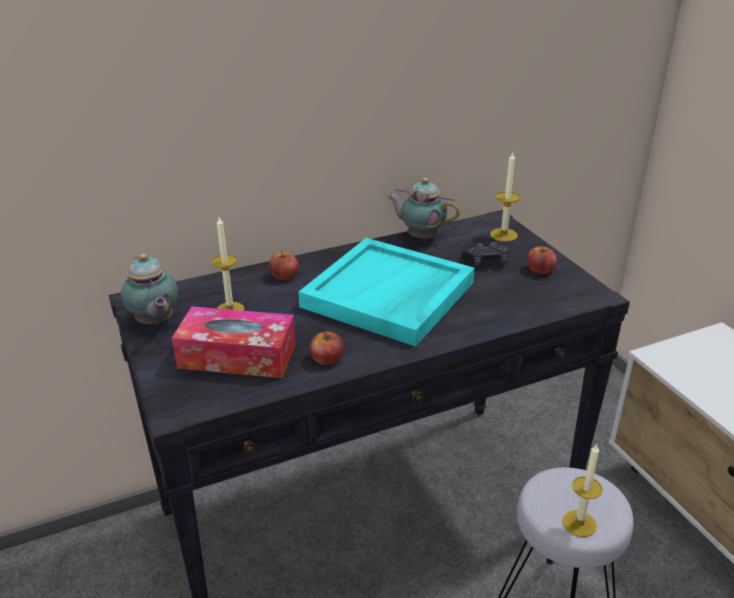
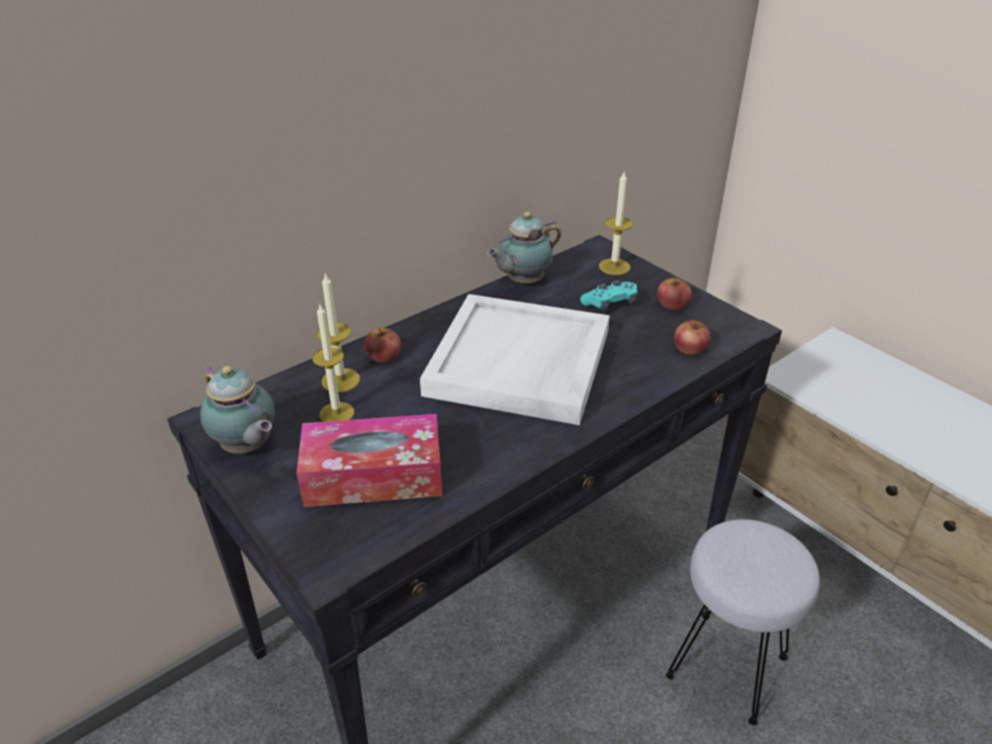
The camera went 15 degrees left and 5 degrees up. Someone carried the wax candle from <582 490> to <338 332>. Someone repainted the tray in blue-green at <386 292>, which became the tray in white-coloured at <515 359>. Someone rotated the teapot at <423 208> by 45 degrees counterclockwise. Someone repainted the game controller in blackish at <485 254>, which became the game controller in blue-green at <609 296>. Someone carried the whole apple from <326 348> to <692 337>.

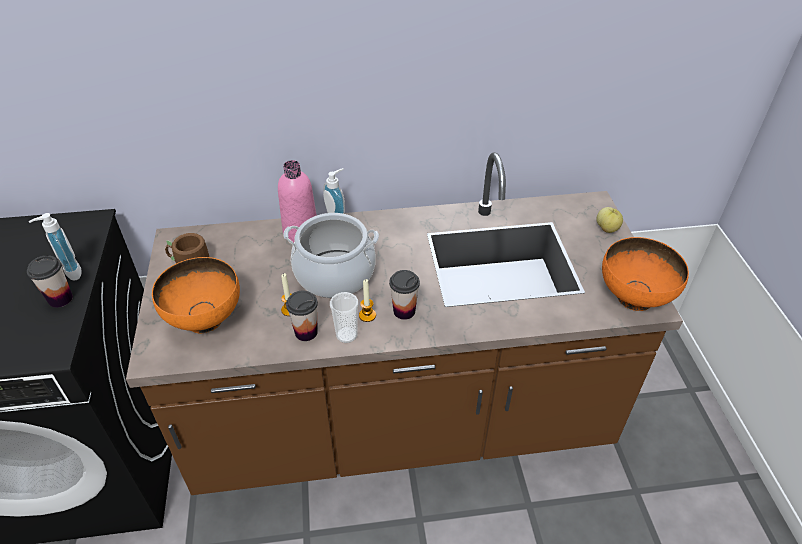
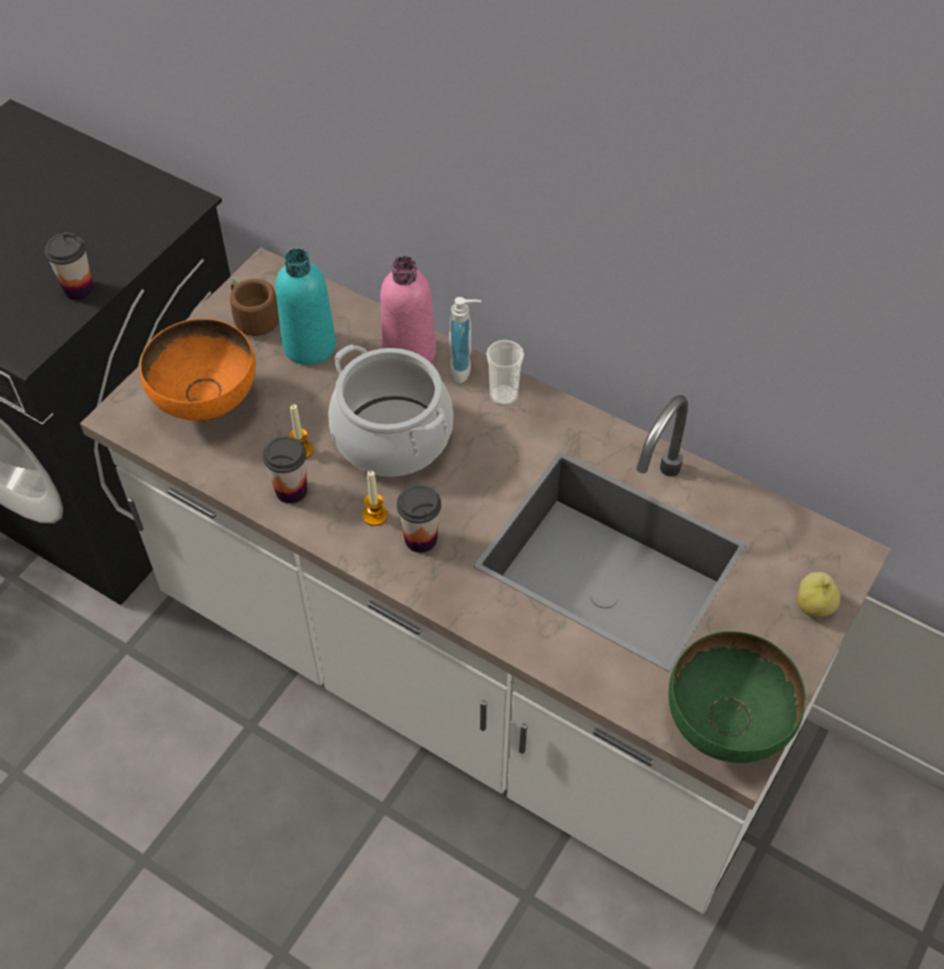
The camera went 40 degrees right and 10 degrees up. Someone repainted the counter in brown at <404 323>, which became the counter in white-coloured at <485 580>. Someone put down the drink bottle in blue-green at <306 306>. Someone carried the cup from <344 317> to <505 373>. Someone repainted the bowl in orangey at <645 274>, which became the bowl in green at <737 697>. Someone took away the soap bottle at <55 246>.

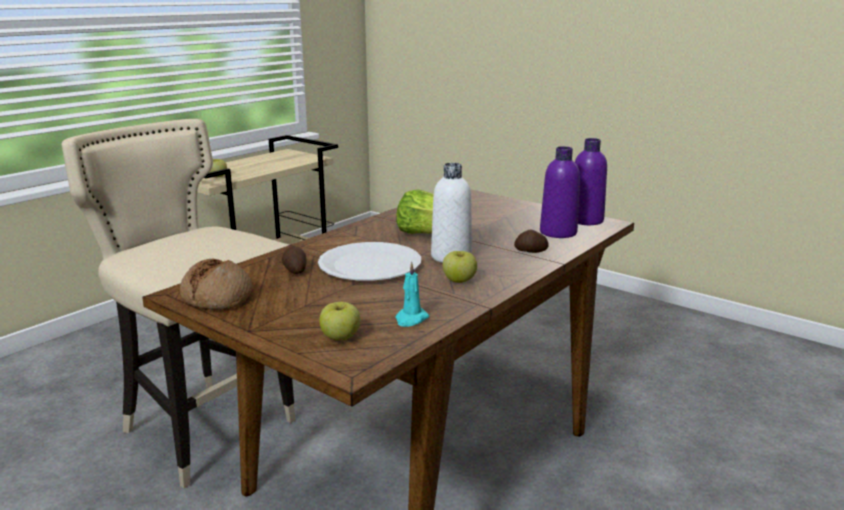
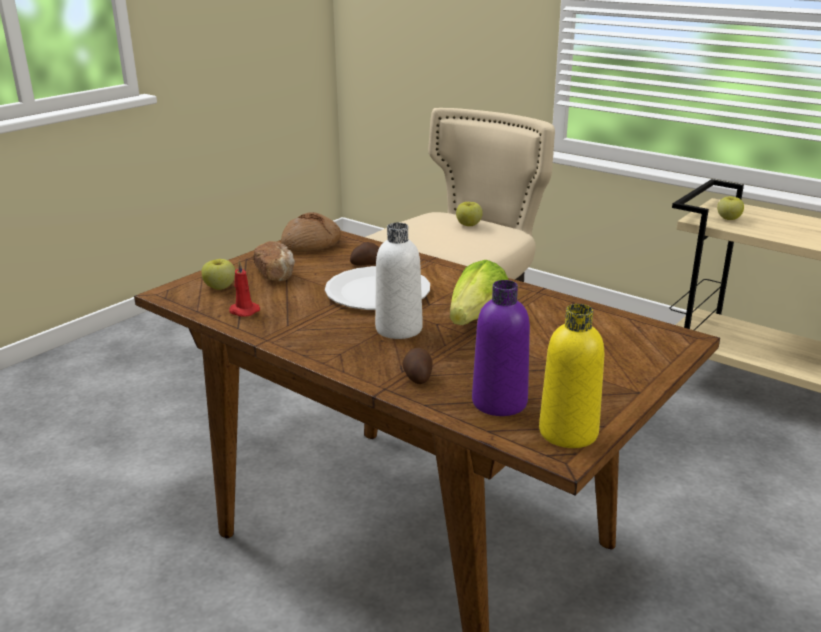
The camera went 90 degrees right and 5 degrees up. Someone repainted the wax candle in blue-green at <412 294>, which became the wax candle in red-coloured at <244 289>. Someone put down the baked bread at <274 261>. Someone carried the whole apple from <460 267> to <469 214>. Someone repainted the drink bottle in purple at <591 181>, which became the drink bottle in yellow at <571 376>.

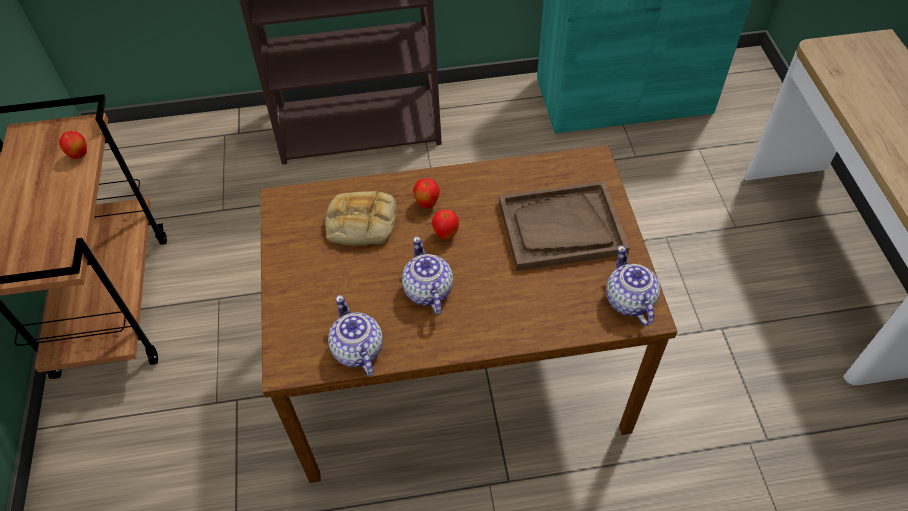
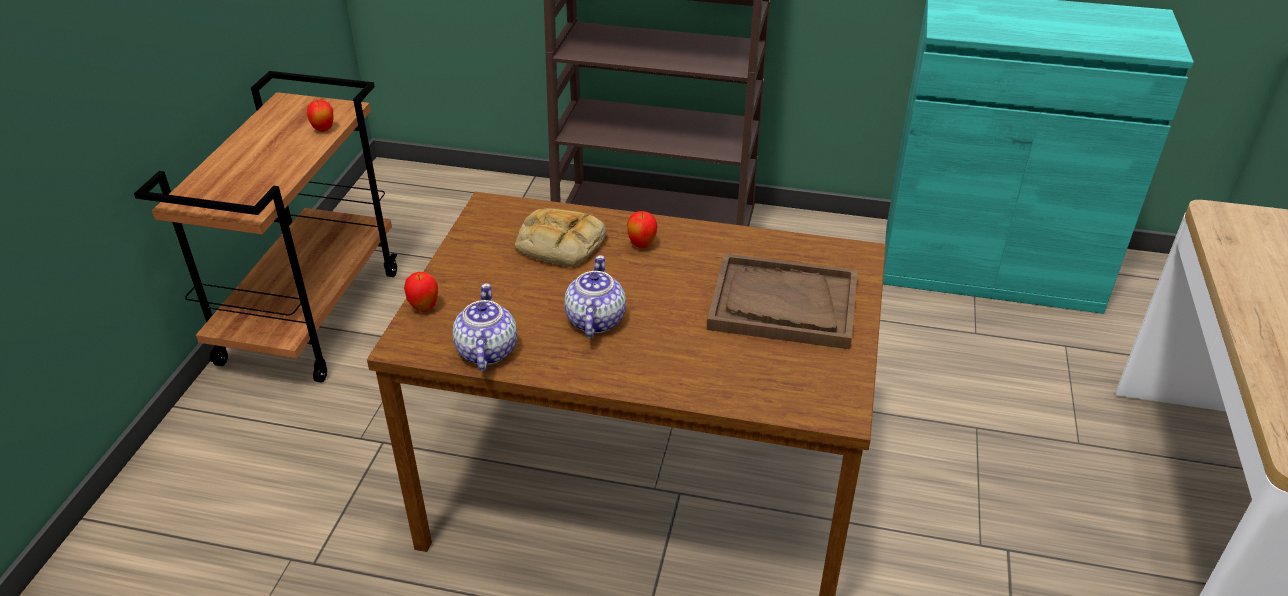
The camera went 20 degrees right and 15 degrees down. Someone carried the whole apple from <445 225> to <421 292>. Someone took away the teapot at <633 286>.

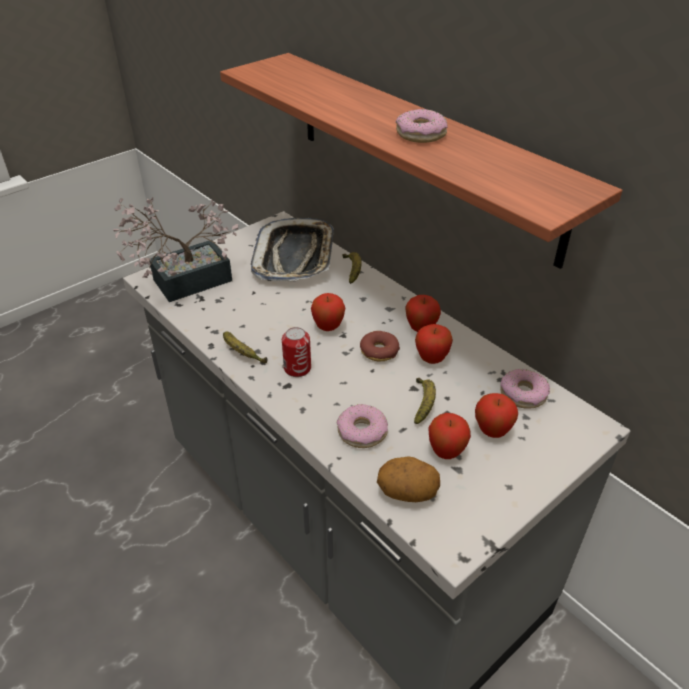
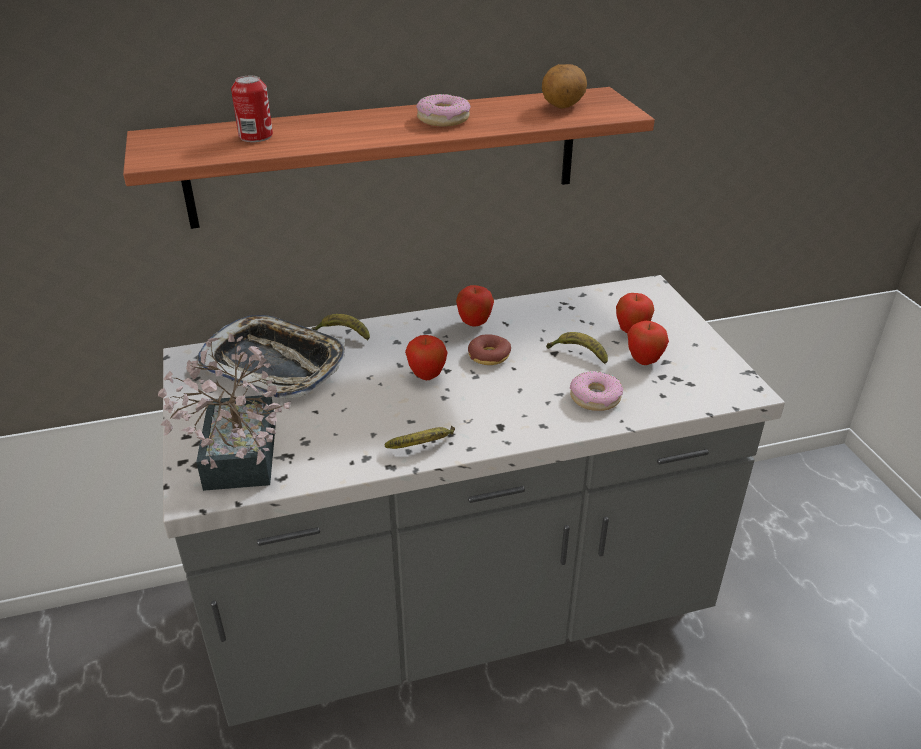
The camera went 65 degrees left and 5 degrees down. Someone carried the sealed can from <296 352> to <252 109>. Someone carried the potato from <408 479> to <564 86>. Someone took away the whole apple at <434 344>. Someone took away the doughnut at <525 389>.

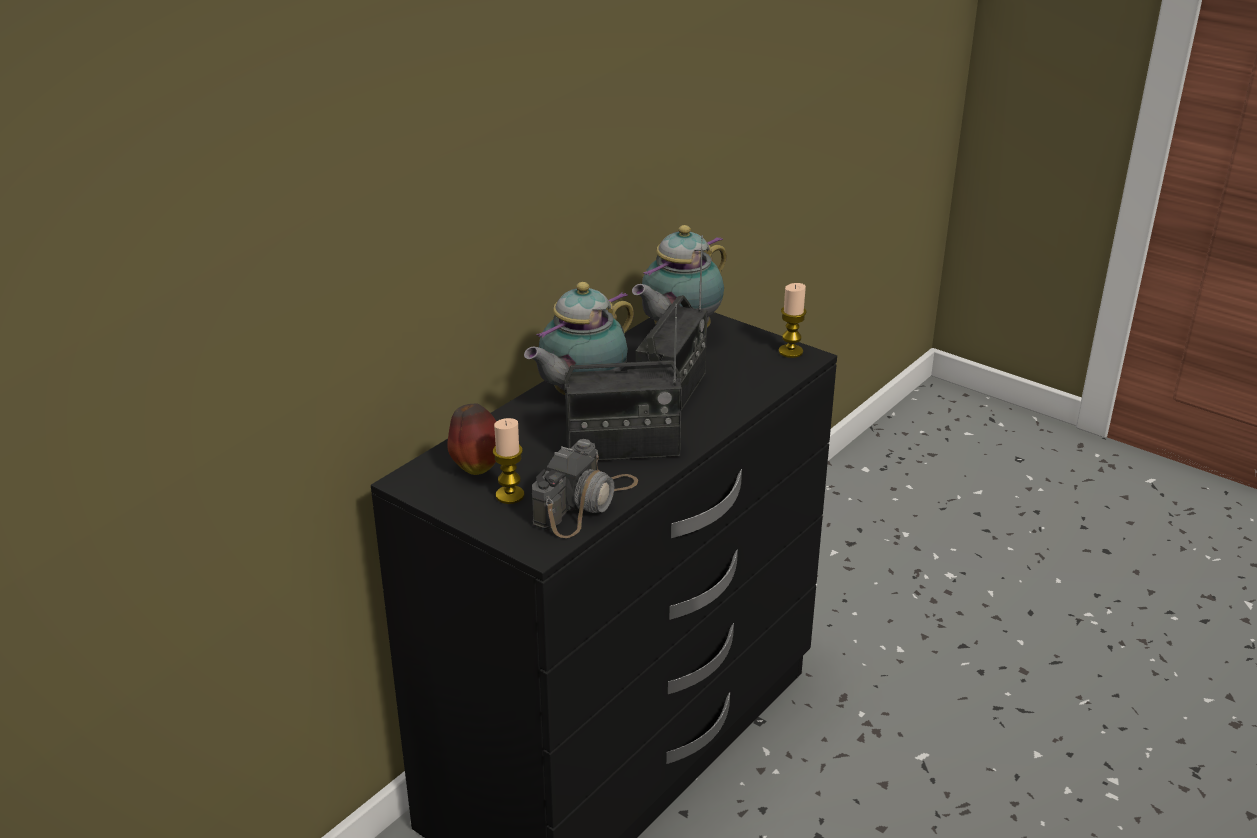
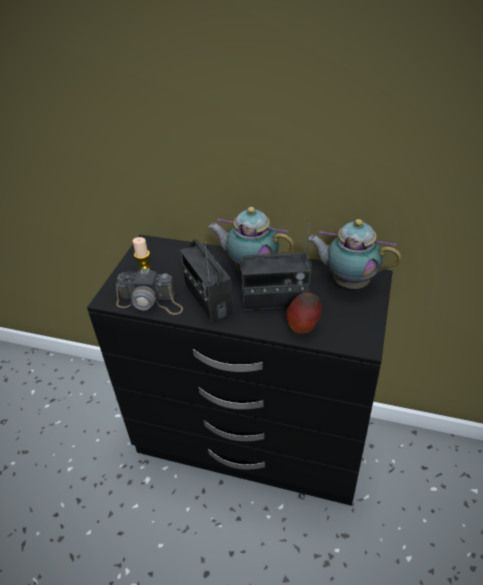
The camera went 70 degrees right and 10 degrees up. Someone carried the whole apple from <472 439> to <304 312>. Someone took away the wax candle at <793 320>.

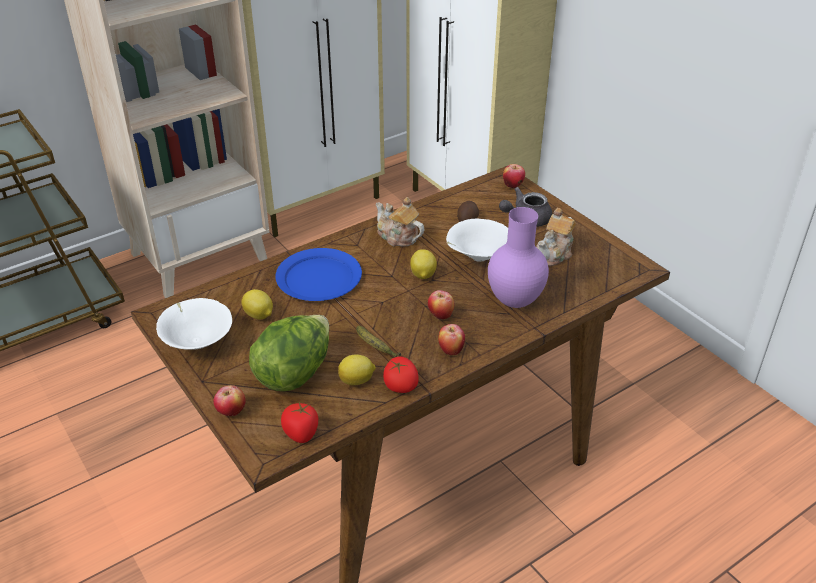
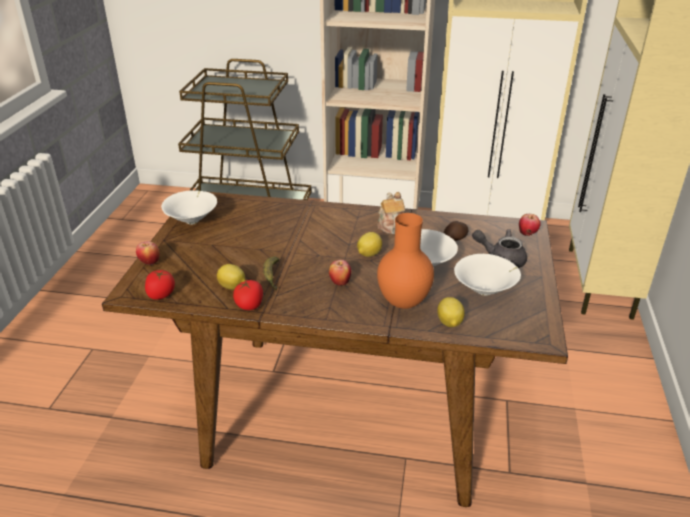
The camera went 45 degrees right and 5 degrees down. Someone repainted the vase in purple at <518 257>, which became the vase in orangey at <405 261>. Someone carried the whole lemon from <257 304> to <451 312>. Someone swapped the teapot at <556 237> for the bowl in white-coloured at <487 275>. Someone took away the lettuce at <289 353>. Someone took away the plate in blue-coloured at <319 274>. Someone took away the whole apple at <451 339>.

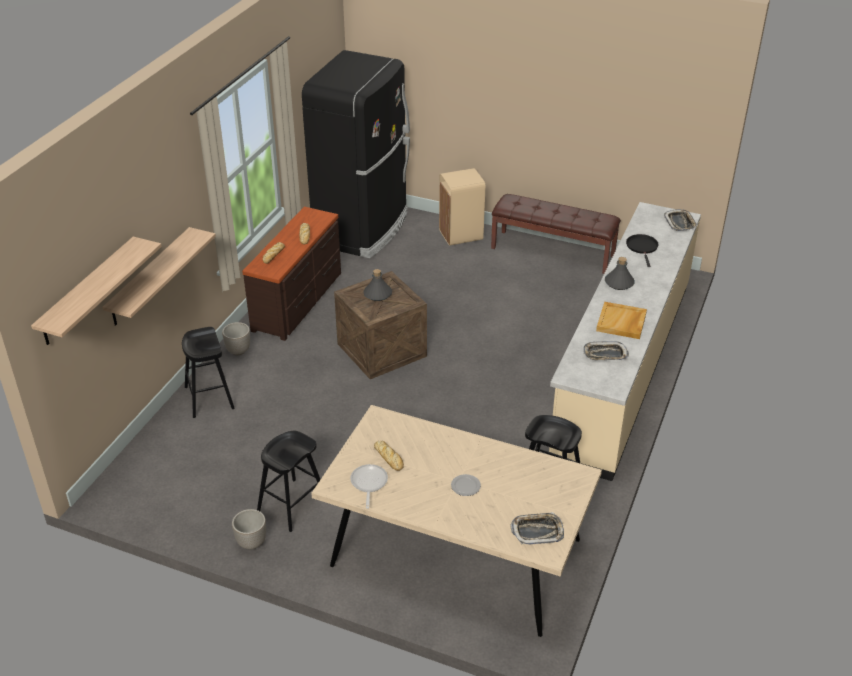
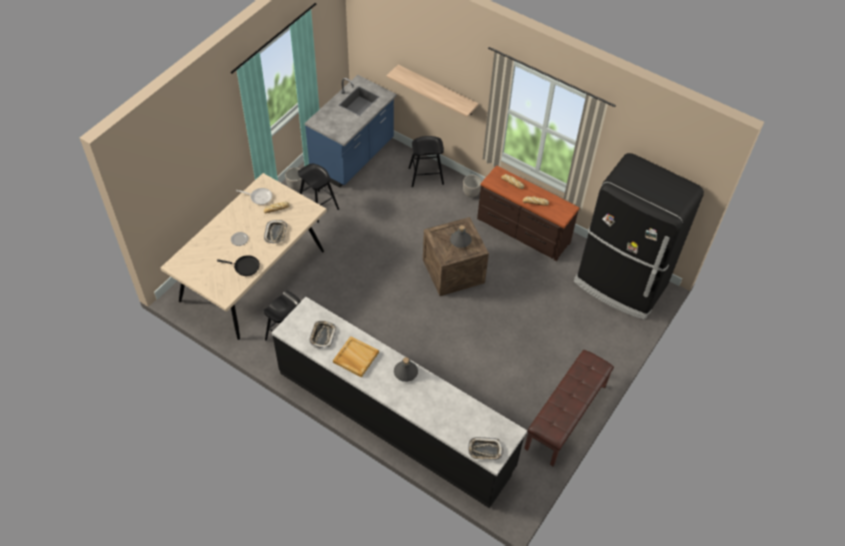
The camera went 100 degrees right and 15 degrees up. Someone carried the pan in blackish from <642 250> to <238 265>. Someone carried the tray from <537 528> to <275 232>. Someone repainted the counter in beige at <625 341>, which became the counter in blackish at <399 402>. Someone put down the counter in blue-coloured at <351 131>. Someone took away the bracket shelf at <96 291>. Someone took away the waste bin in beige at <462 207>.

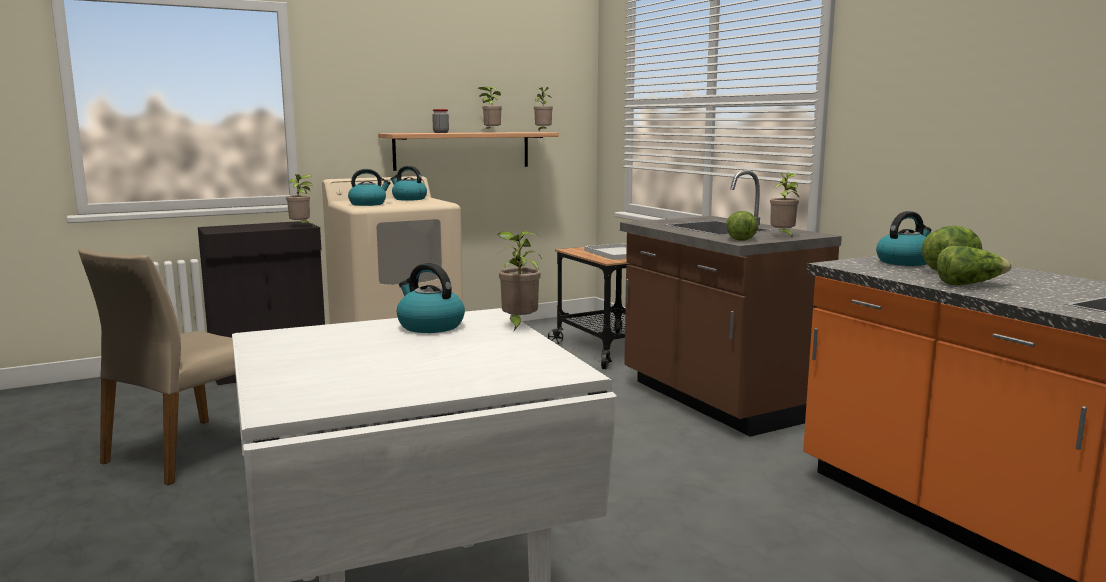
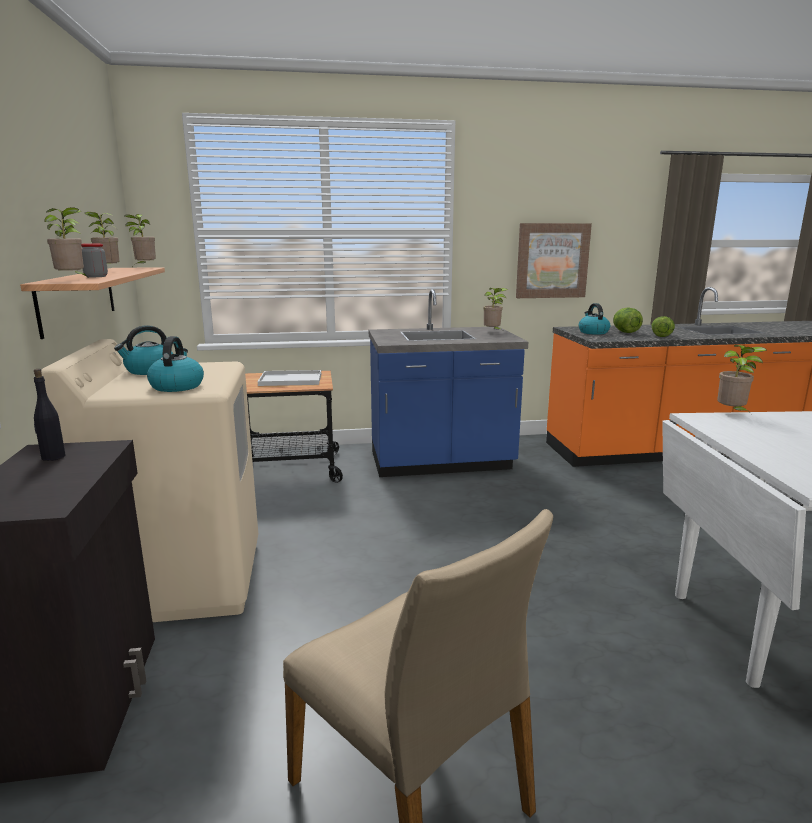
The camera went 70 degrees left and 5 degrees up. Someone put down the drink bottle in blackish at <49 415>. Someone carried the potted plant from <299 199> to <65 242>. Someone repainted the counter in brown at <731 303>, which became the counter in blue-coloured at <448 383>. Someone put up the picture at <554 260>. Someone took away the kettle at <431 298>. Someone took away the lettuce at <742 226>.

